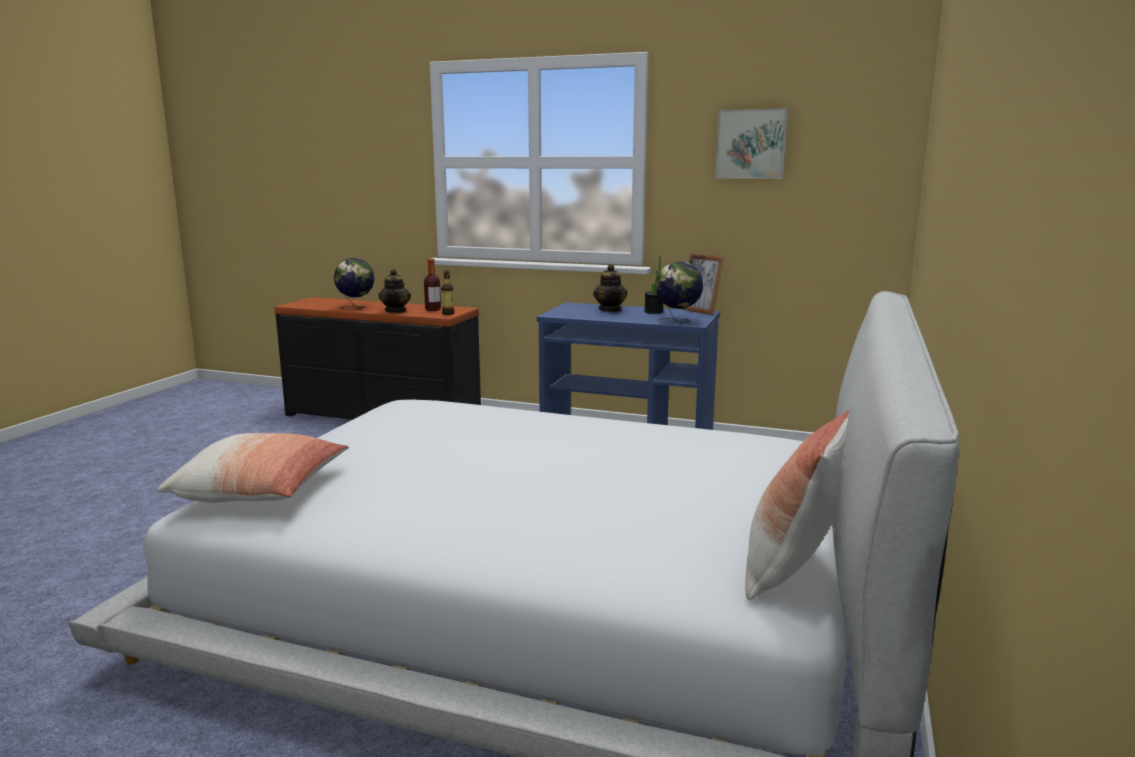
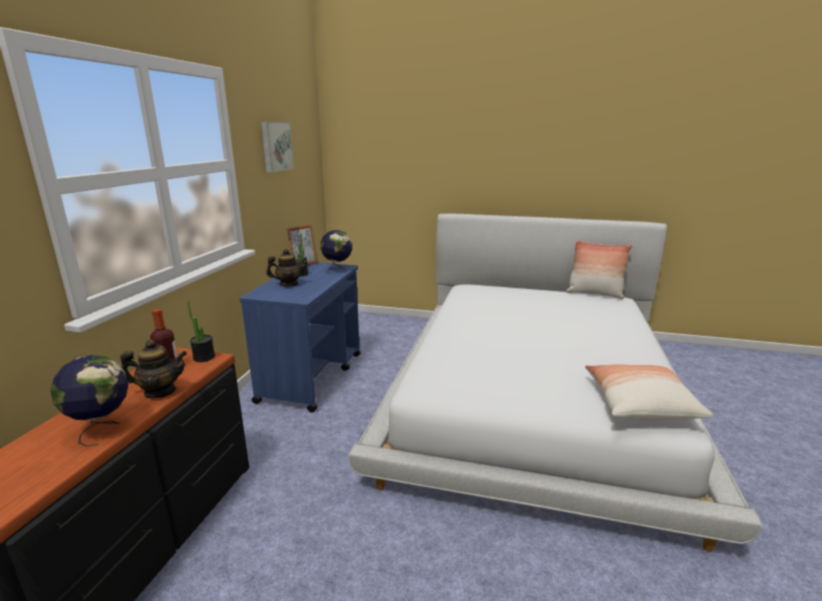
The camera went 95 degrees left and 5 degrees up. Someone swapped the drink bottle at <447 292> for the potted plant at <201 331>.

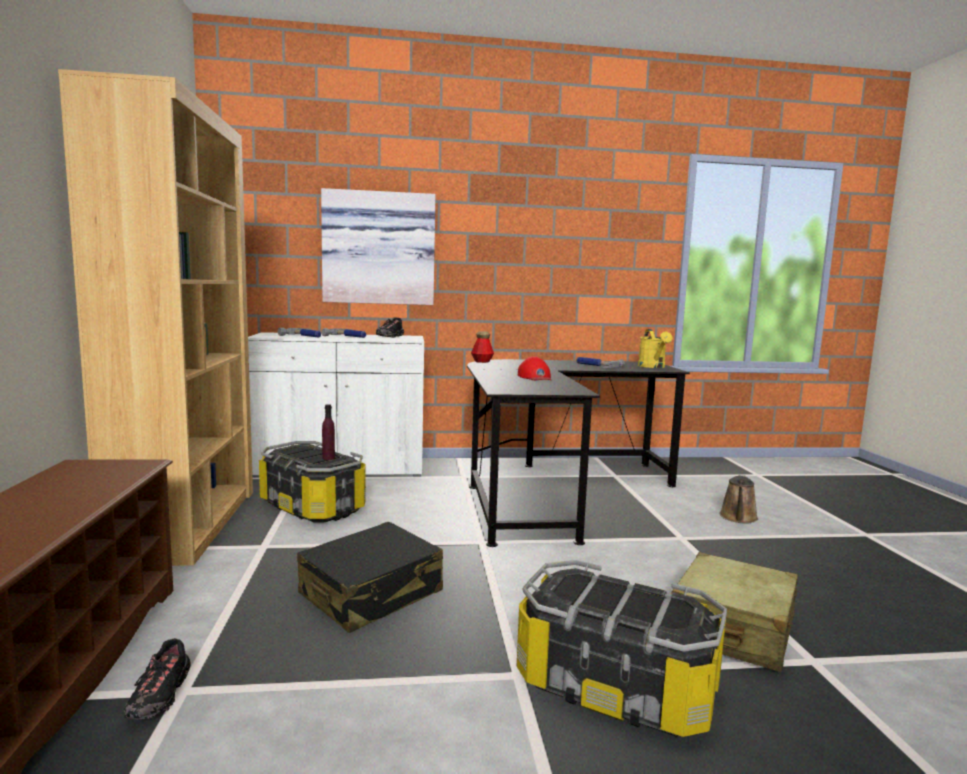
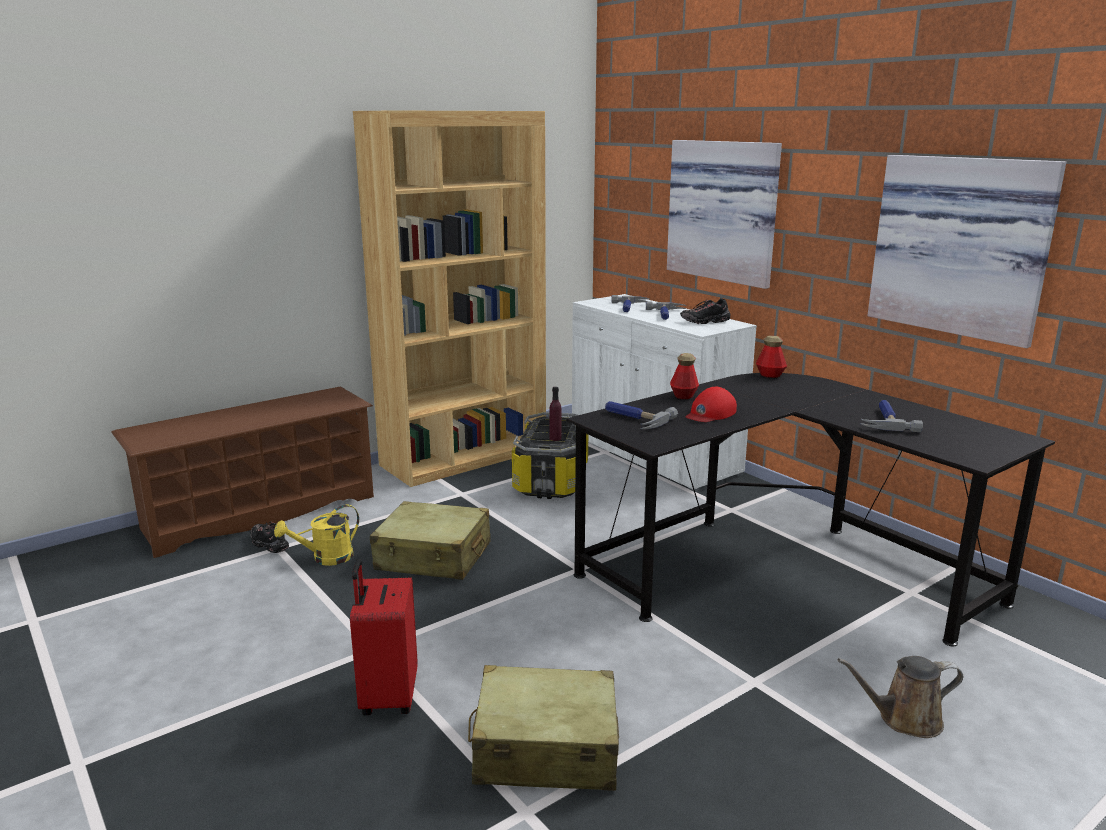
The camera went 60 degrees right and 10 degrees up. Someone rotated the shoe in blackish at <157 679> by 75 degrees clockwise. Someone carried the watering pot in yellow from <655 348> to <316 535>. Someone swapped the storage container at <622 648> for the travel case in red-coloured at <384 637>. Someone repainted the travel case in blackish at <370 577>, which became the travel case in beige at <430 540>. Someone put down the hammer at <641 415>. Someone put down the drink bottle at <684 376>. Someone put up the picture at <966 251>.

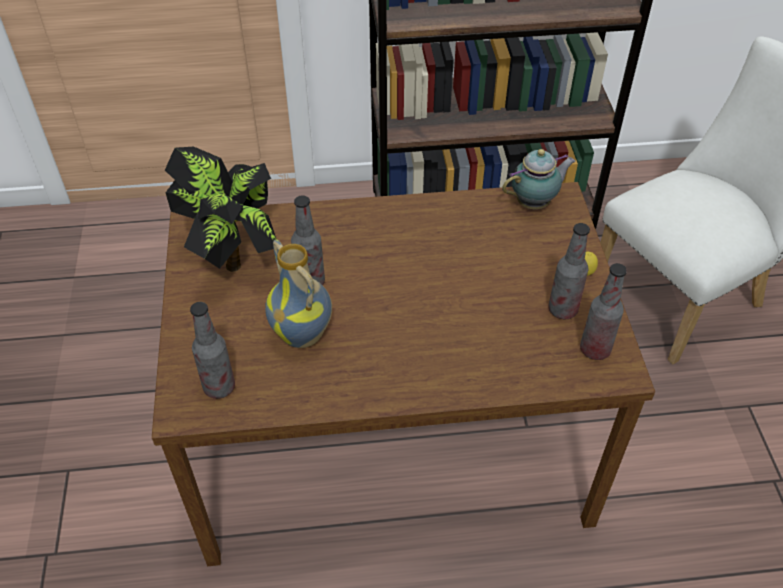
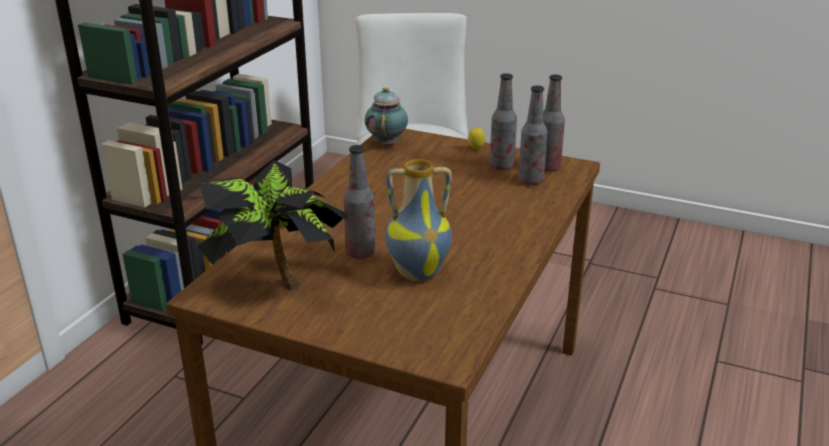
The camera went 60 degrees left and 20 degrees down. Someone carried the drink bottle from <212 350> to <533 135>.

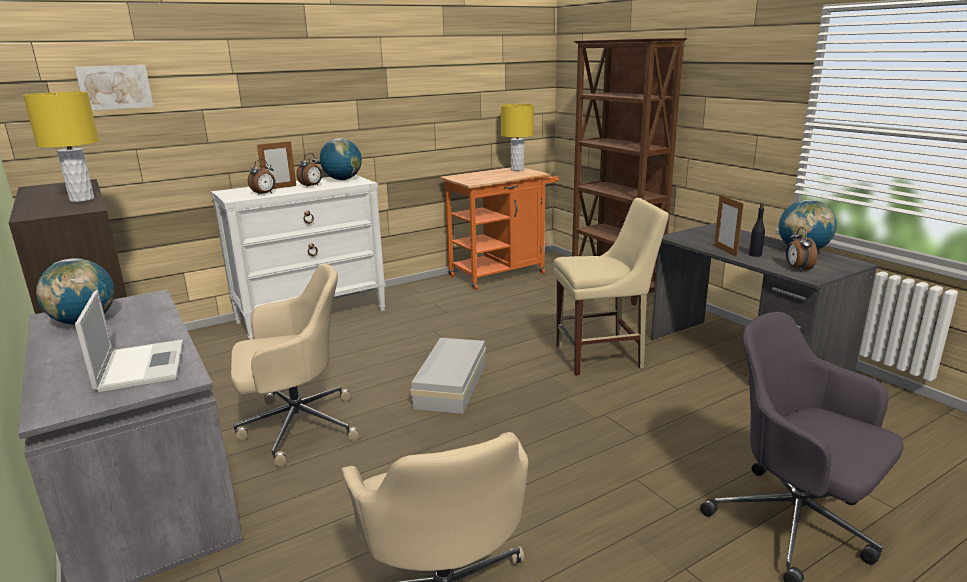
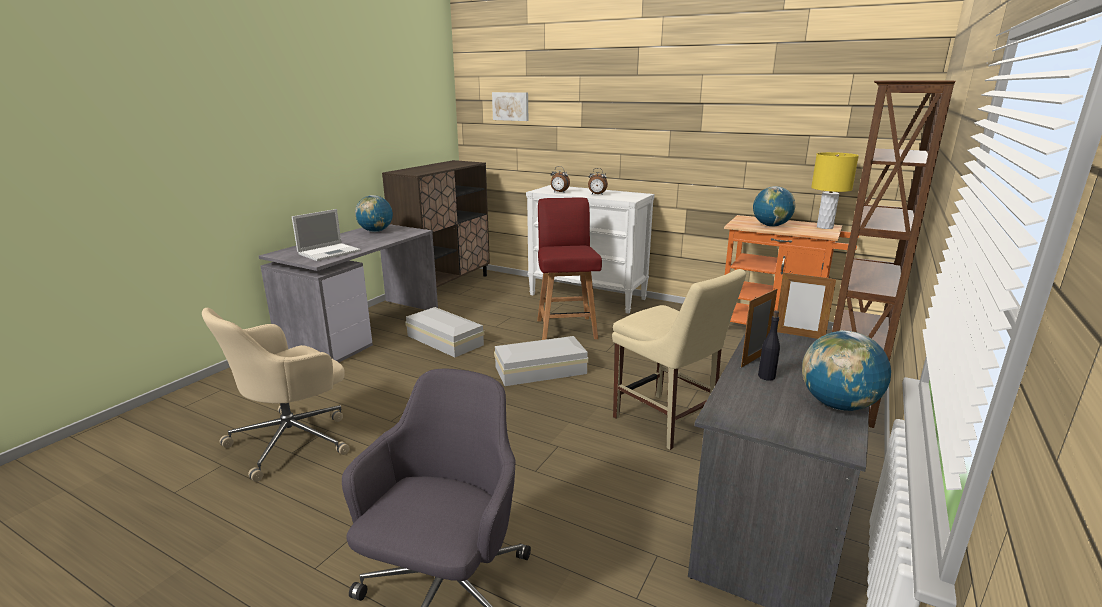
The camera went 60 degrees right and 0 degrees up. Someone swapped the desk chair in beige at <295 365> for the storage container in white-coloured at <444 332>. Someone put down the chair in red-coloured at <569 268>. Someone carried the world globe from <341 159> to <774 206>. Someone carried the photo frame from <276 165> to <806 305>. Someone took away the tabletop lamp in yellow at <61 147>. Someone took away the alarm clock at <801 249>.

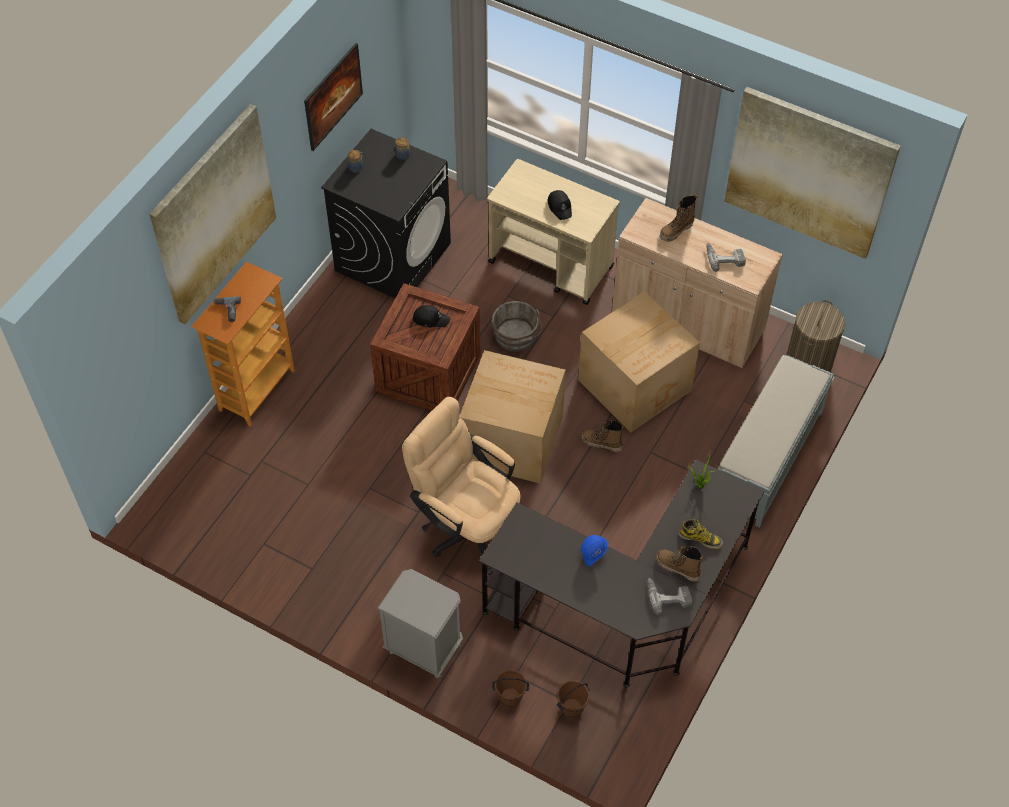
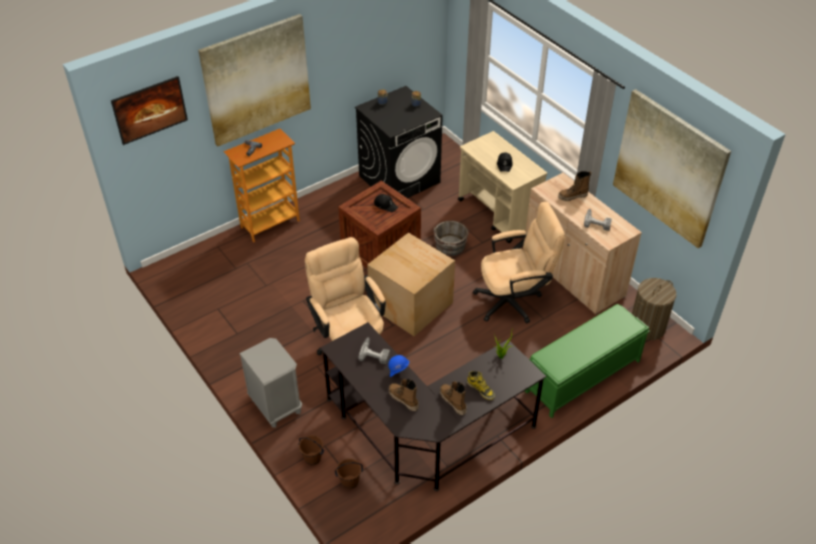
The camera went 25 degrees right and 10 degrees down. Someone carried the picture from <333 97> to <149 110>. Someone carried the power drill from <670 596> to <374 350>. Someone carried the tall boot from <603 436> to <404 395>. Someone swapped the packing box at <639 361> for the desk chair in beige at <519 262>. Someone repainted the bench in greyish at <776 441>, which became the bench in green at <587 361>.

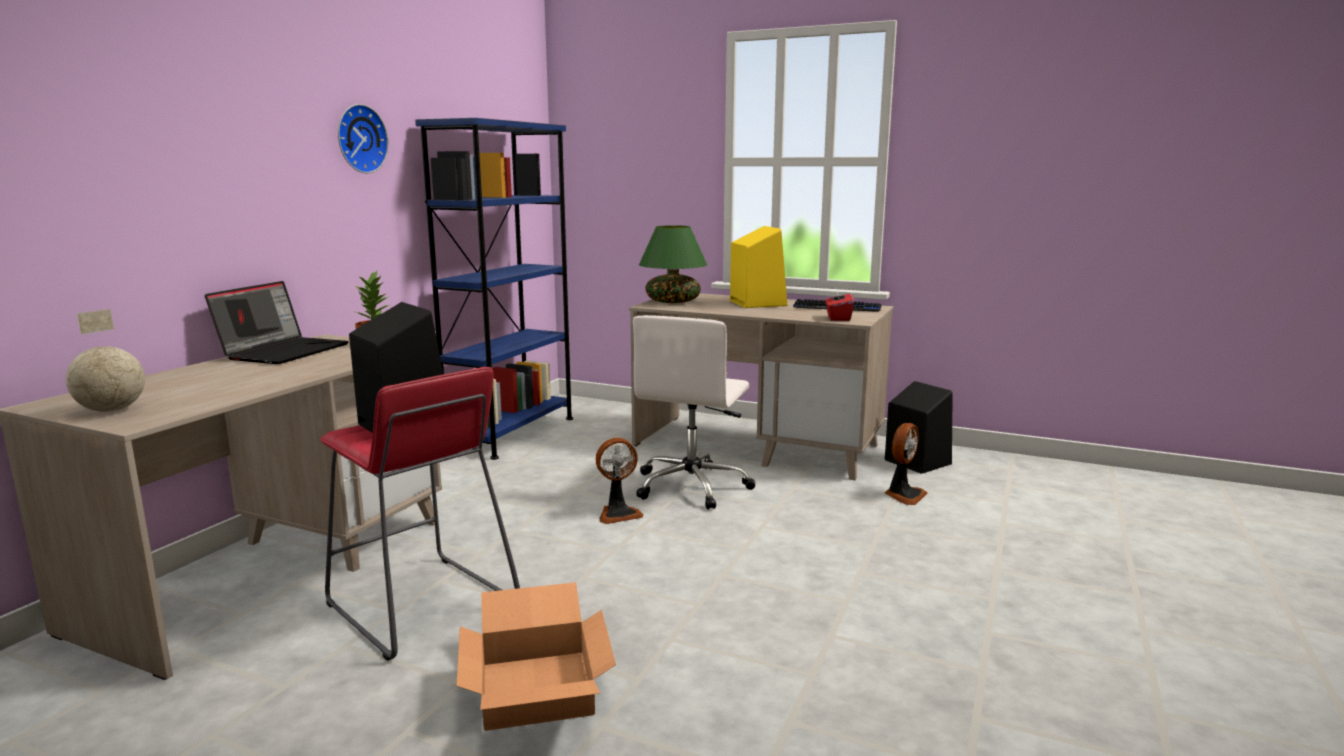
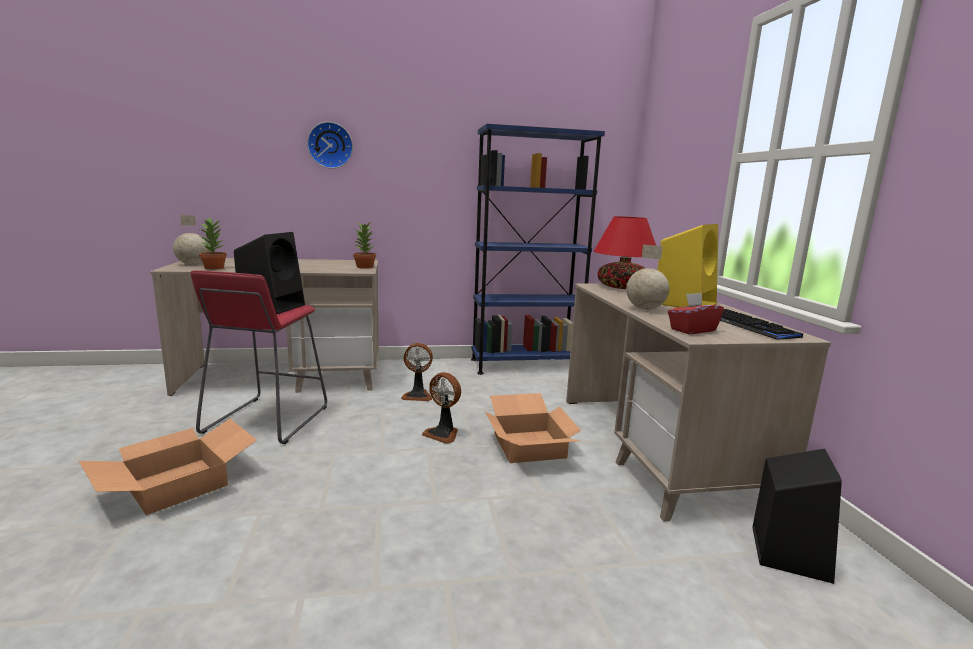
The camera went 55 degrees right and 0 degrees up. Someone put down the potted plant at <213 243>. Someone carried the wall clock from <363 138> to <330 145>. Someone carried the cooling fan from <906 464> to <417 372>. Someone swapped the desk chair in white-coloured at <694 412> for the packing box at <533 428>. Someone repainted the tabletop lamp in green at <673 264>, which became the tabletop lamp in red-coloured at <625 252>. Someone put down the world globe at <647 277>. Someone took away the portable computer at <277 322>.

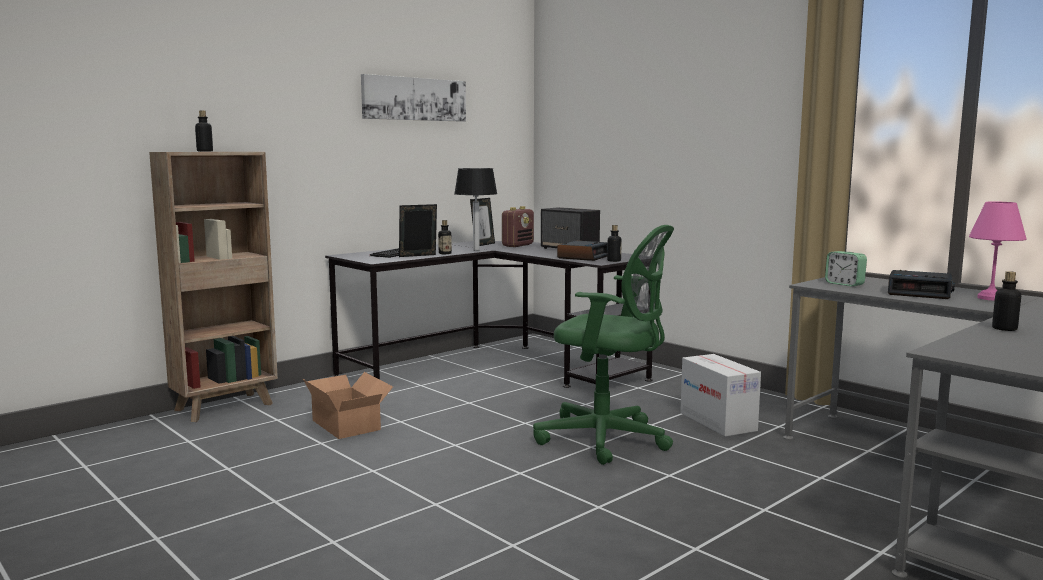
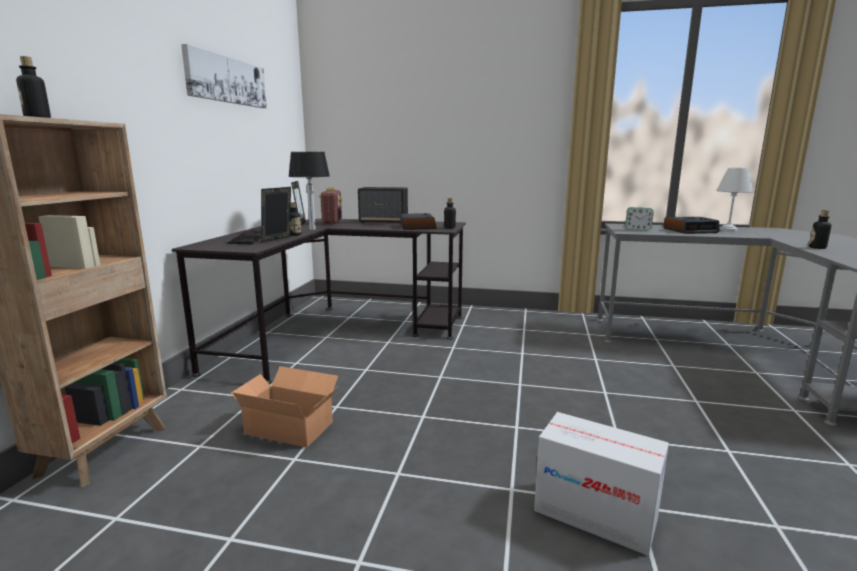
The camera went 35 degrees left and 5 degrees up. Someone carried the packing box from <720 395> to <601 484>. Someone repainted the tabletop lamp in pinkish at <997 251>, which became the tabletop lamp in white-coloured at <734 199>. Someone took away the desk chair in green at <603 345>.

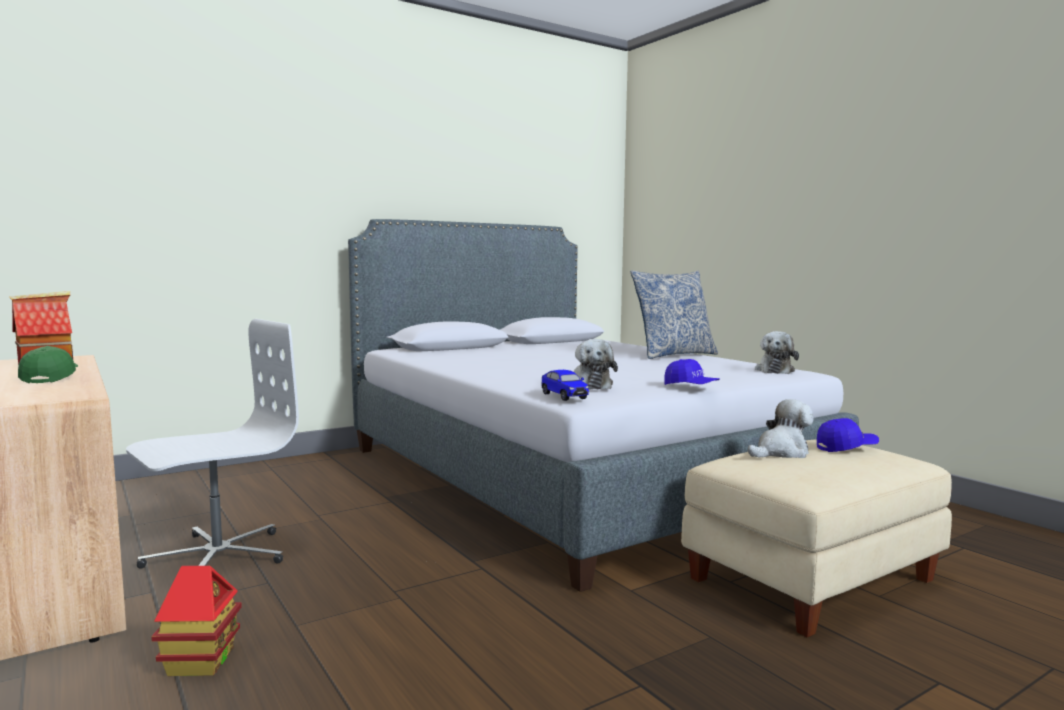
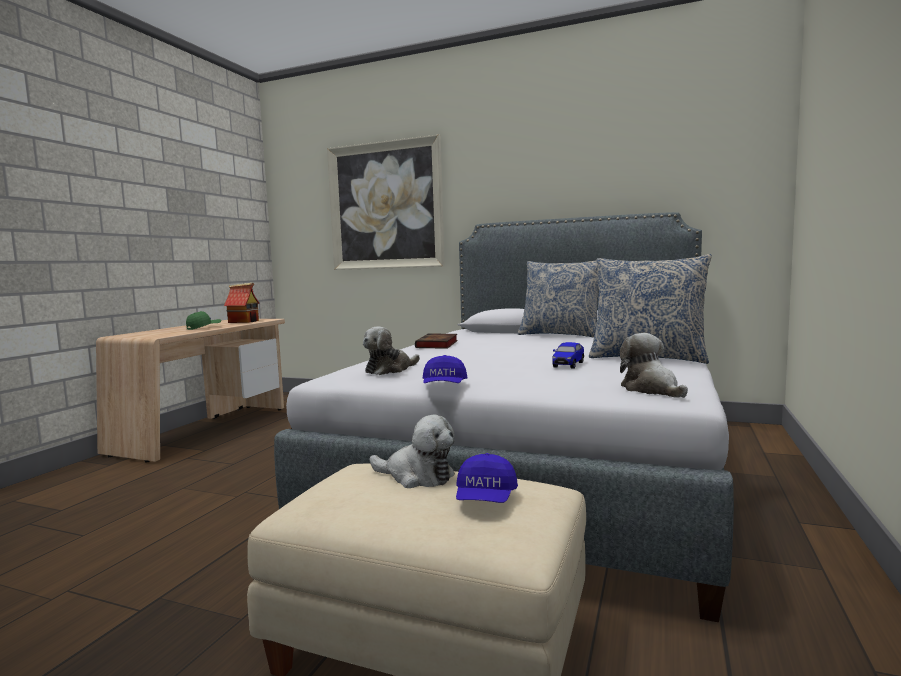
The camera went 55 degrees right and 0 degrees up. Someone put up the picture at <386 202>. Someone put down the volume at <436 341>. Someone rotated the cap in blue-coloured at <848 435> by 60 degrees clockwise. Someone put down the pillow at <558 299>. Someone carried the toy car from <565 385> to <568 355>. Someone rotated the plush toy at <777 352> by 90 degrees clockwise. Someone took away the desk chair in white-coloured at <212 444>. Someone took away the miniature house at <196 621>.

